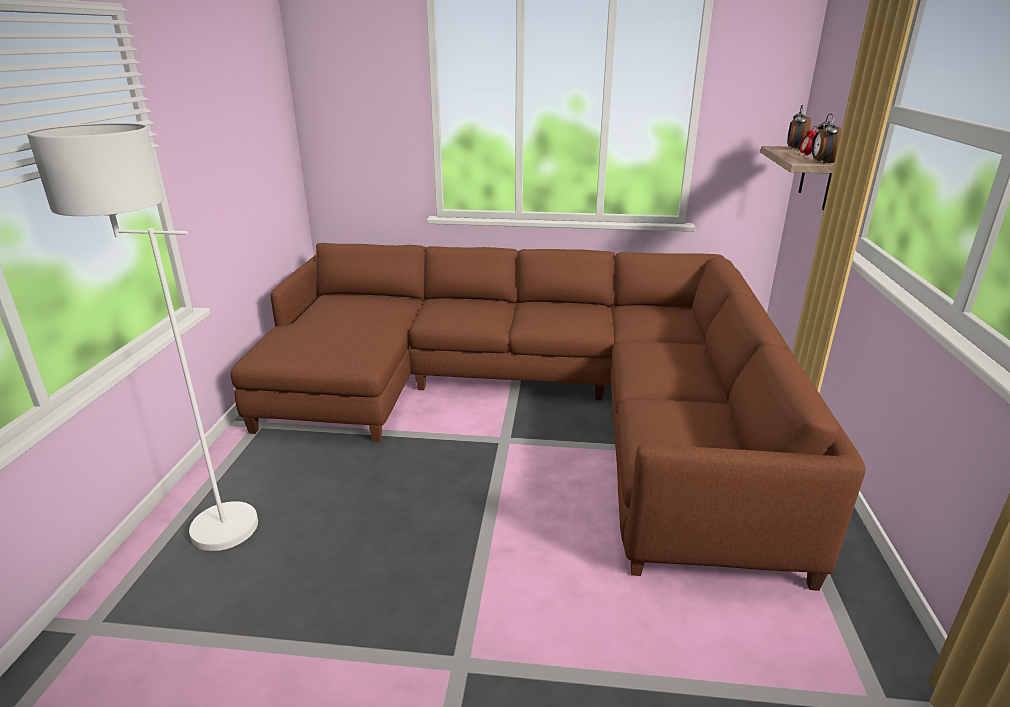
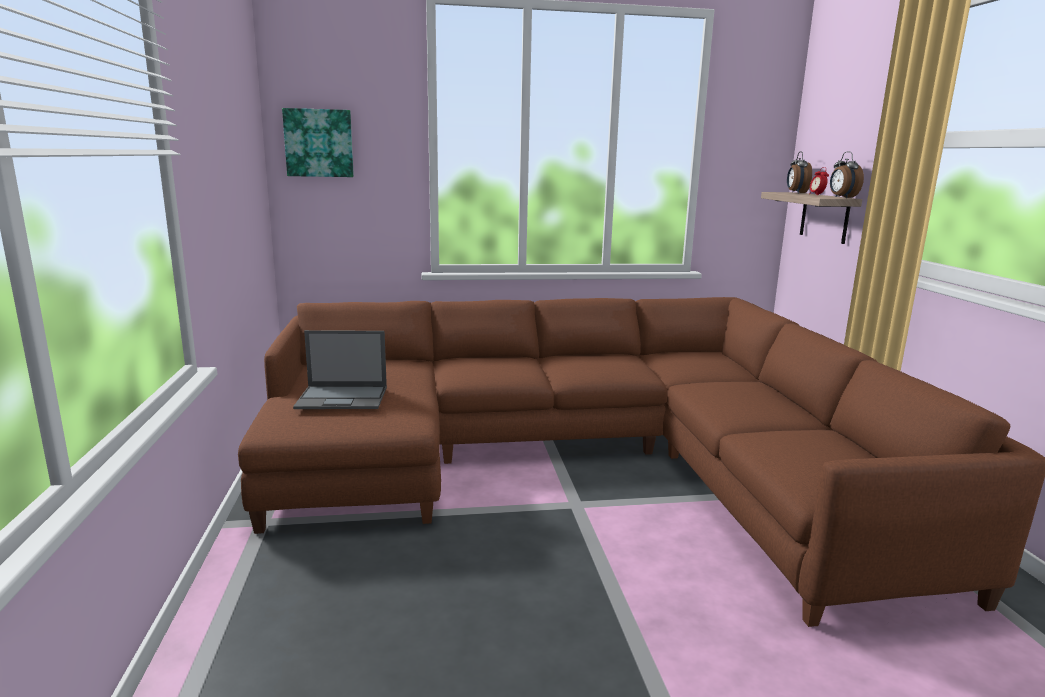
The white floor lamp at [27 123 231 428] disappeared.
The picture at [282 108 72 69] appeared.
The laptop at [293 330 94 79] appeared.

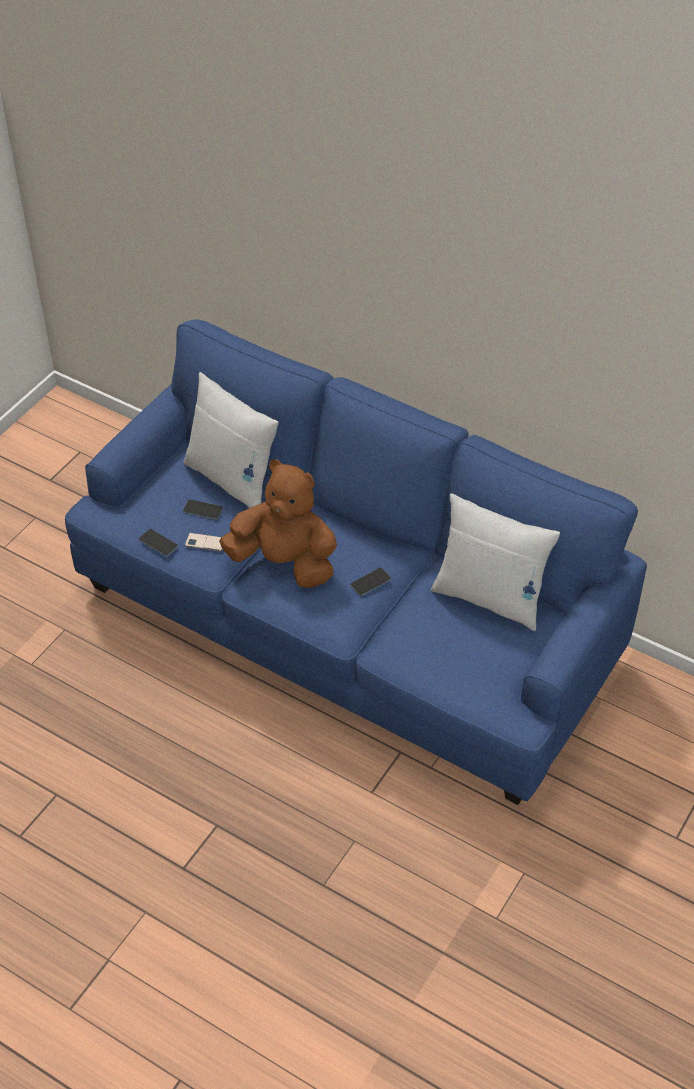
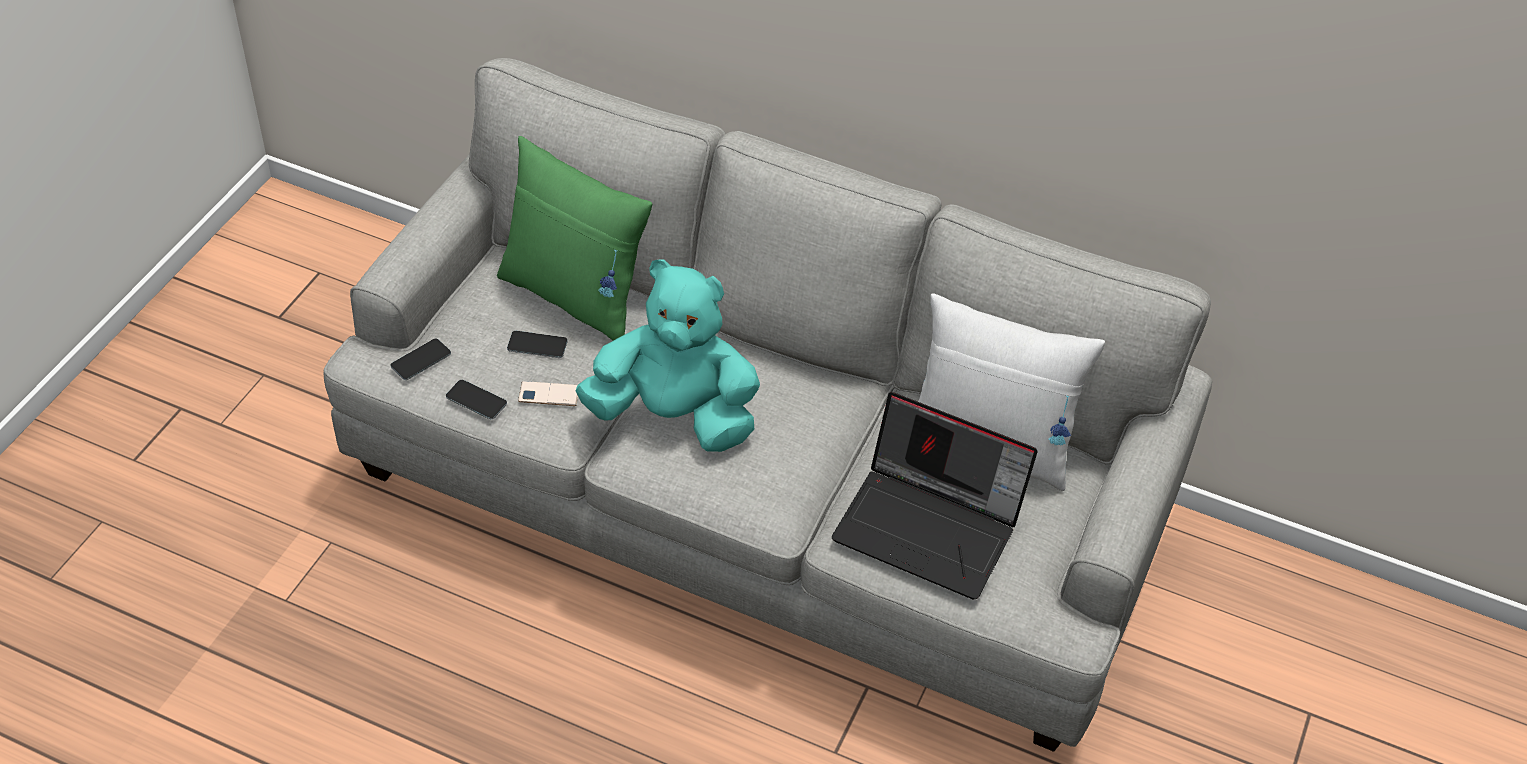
The blue sofa at [65 319 582 486] became the grey sofa at [323 58 889 694].
The grey pillow at [183 372 96 136] became the green pillow at [497 136 155 205].
The brown plush toy at [219 460 118 128] became the turquoise plush toy at [575 259 185 193].
The phone moved from [350 568 41 28] to [391 339 60 41].
The laptop at [832 392 206 207] appeared.

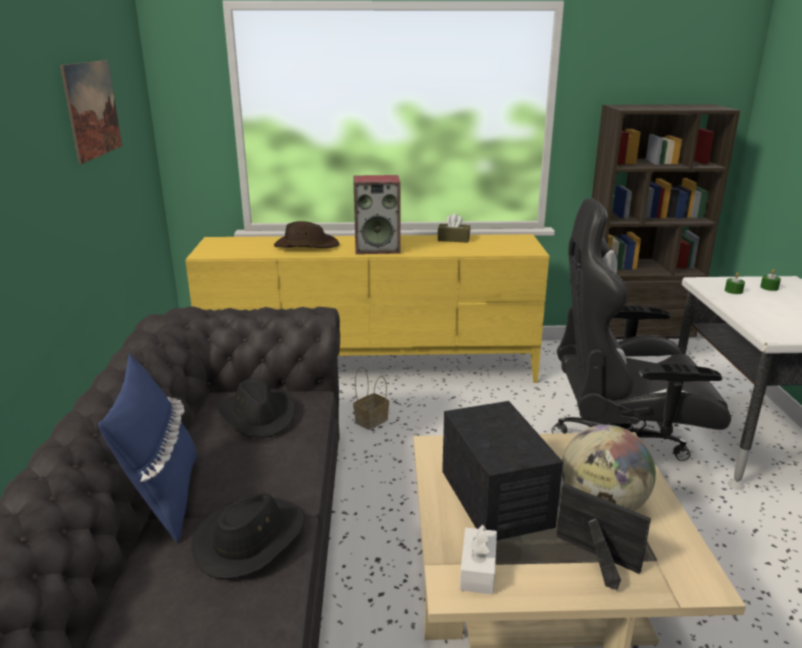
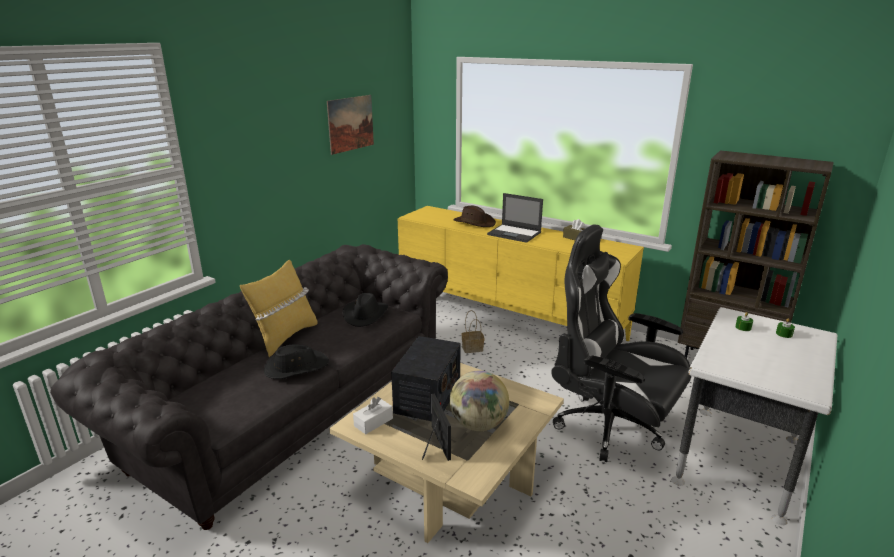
The speaker at [354 175 47 79] was replaced by the laptop at [487 193 56 50].
The blue pillow at [98 354 99 189] became the yellow pillow at [240 260 78 97].

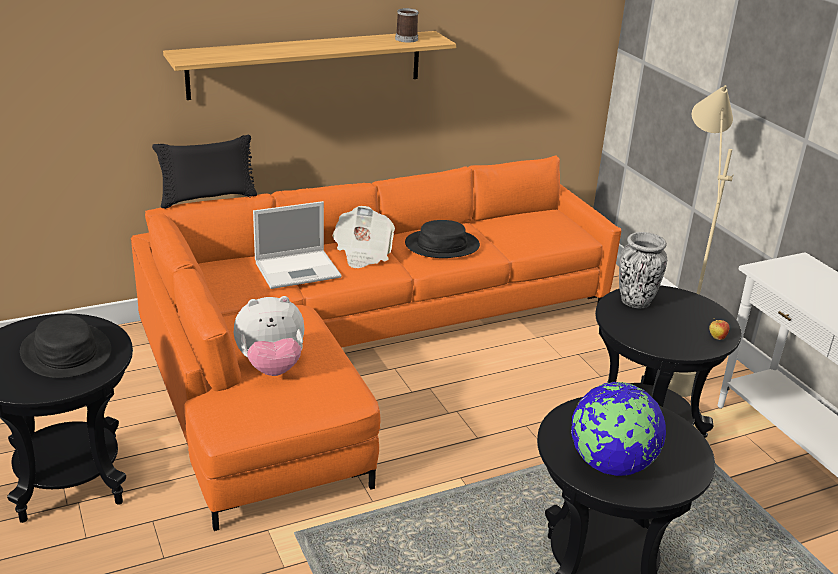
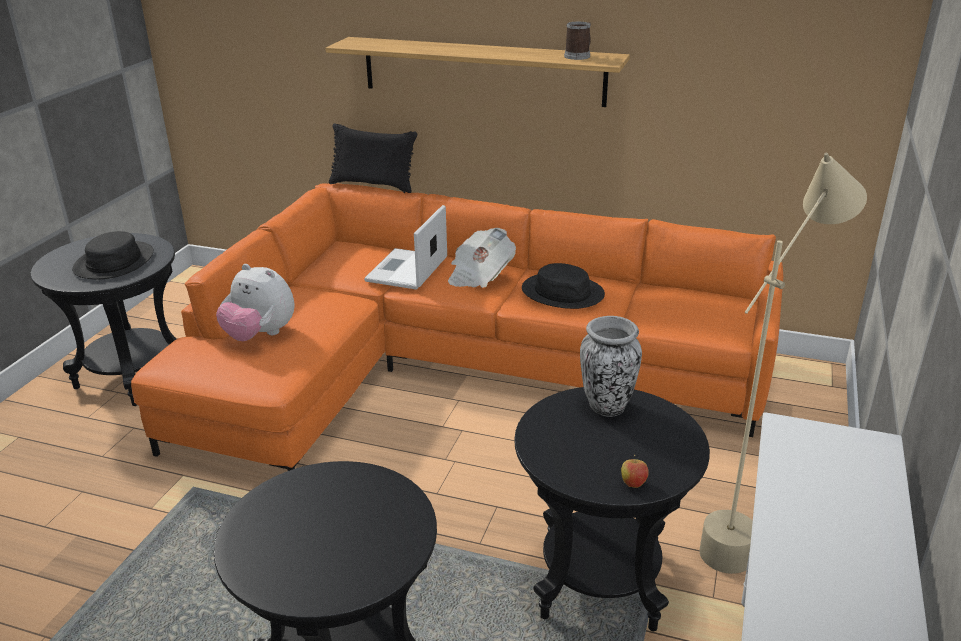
The laptop at [253 201 89 88] turned 90 degrees clockwise.
The globe at [571 382 95 94] disappeared.

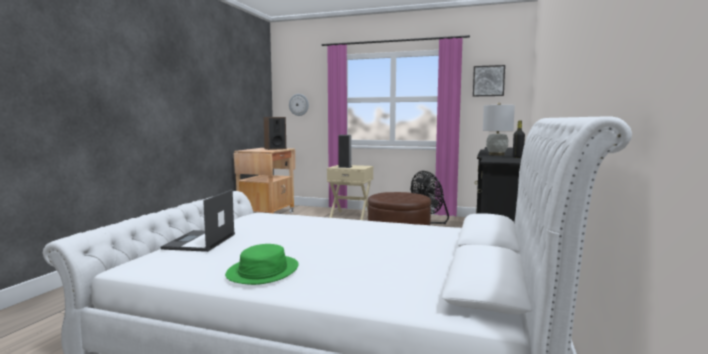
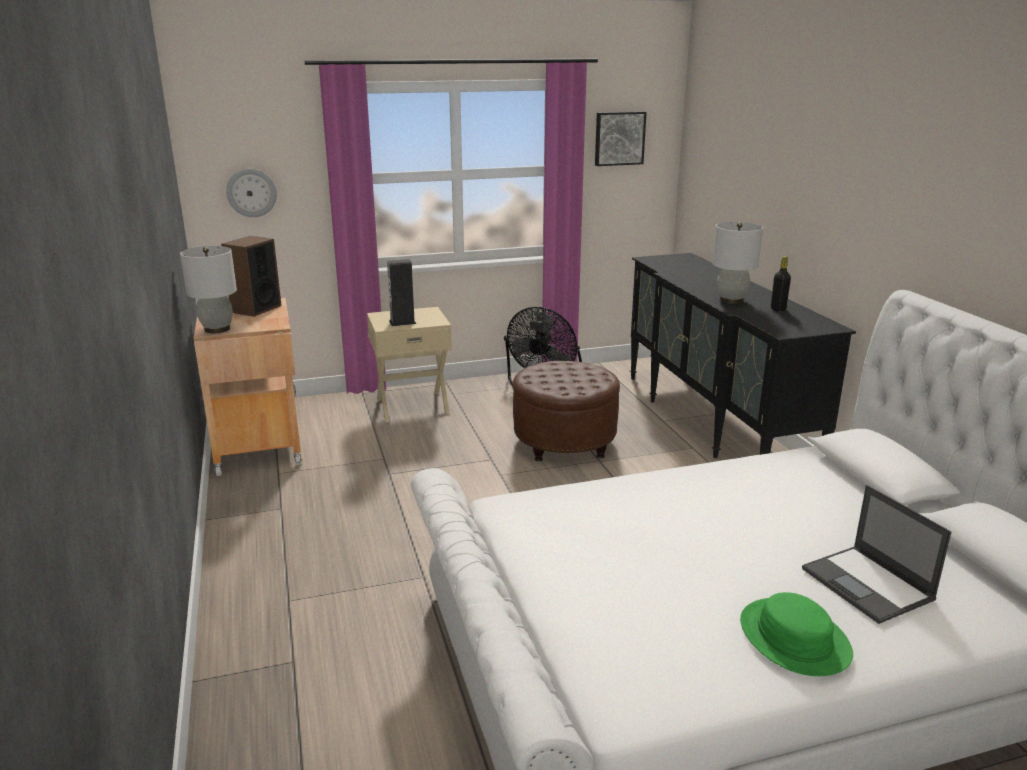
The laptop moved from [160 189 75 63] to [802 485 150 139].
The white table lamp at [180 246 57 87] appeared.

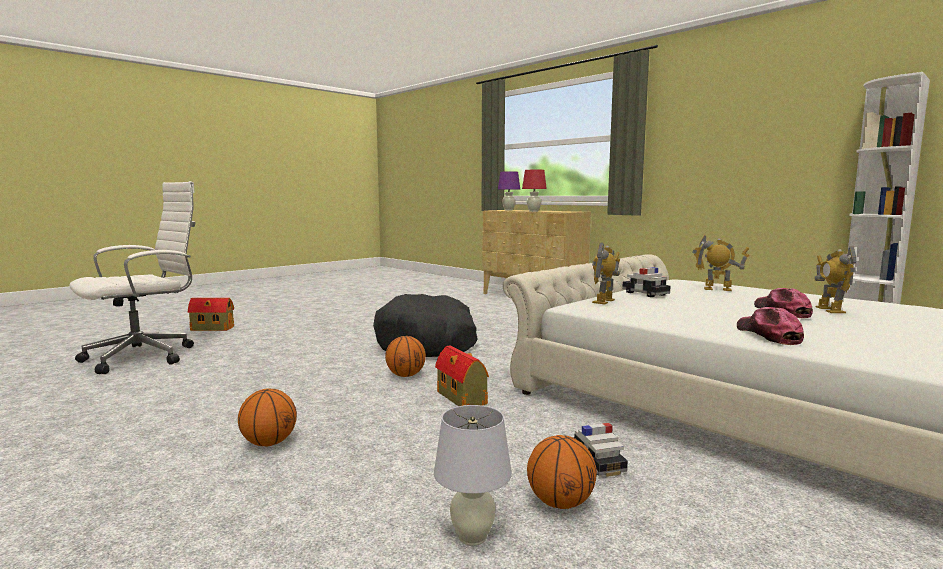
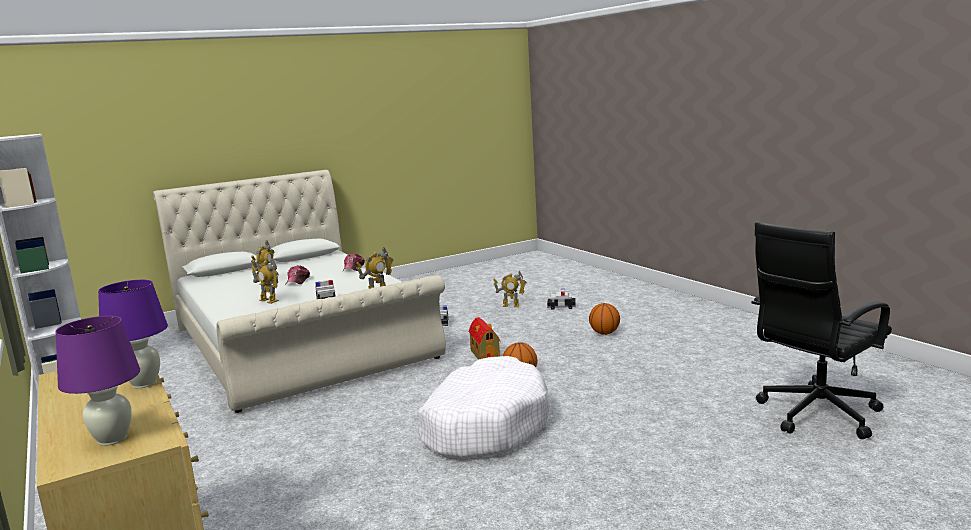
The red table lamp at [522 170 25 42] became the purple table lamp at [98 280 70 108].
The white office chair at [70 181 125 193] became the black office chair at [752 222 140 217].
The black dog bed at [373 294 105 63] became the white dog bed at [417 356 133 103].
The toy house at [188 298 46 33] disappeared.
The white table lamp at [434 405 78 141] was replaced by the toy robot at [493 270 34 37].
The basketball at [527 435 70 74] disappeared.
The toy car at [547 288 29 21] appeared.

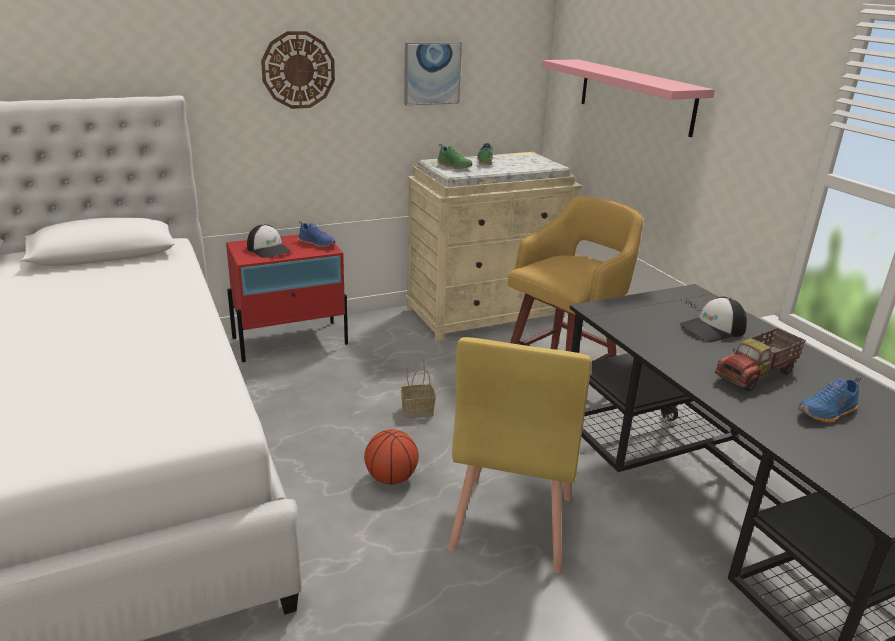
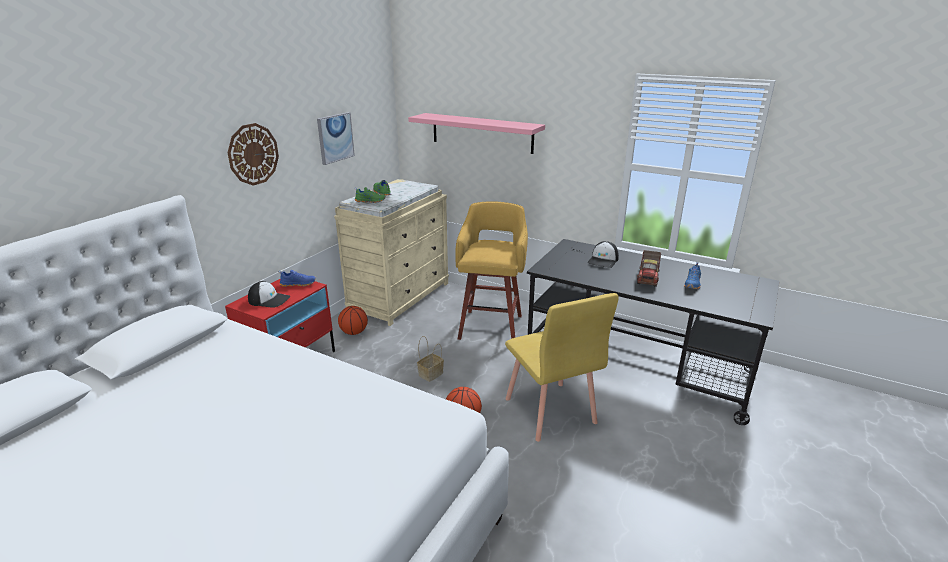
The basketball at [338 306 30 29] appeared.

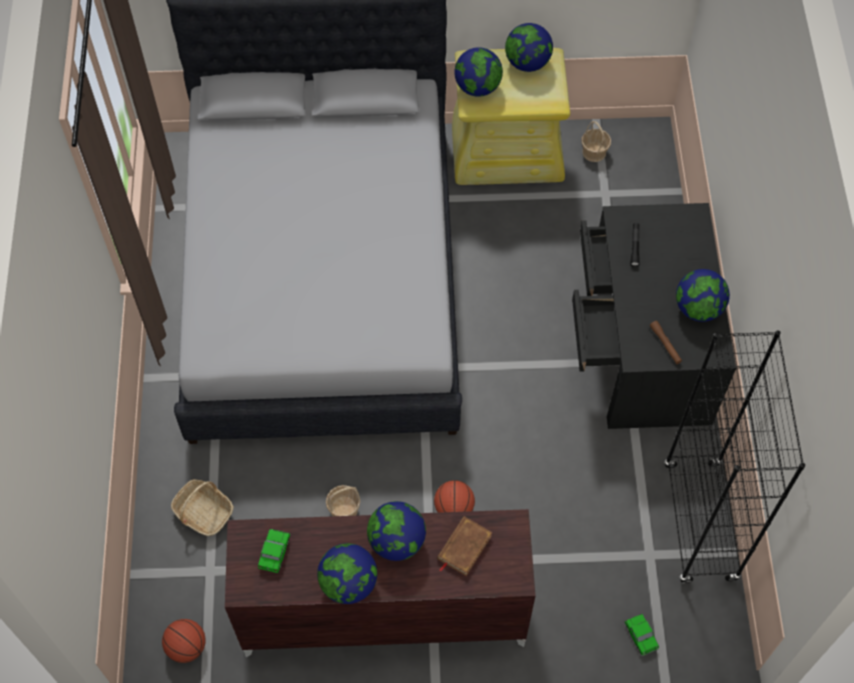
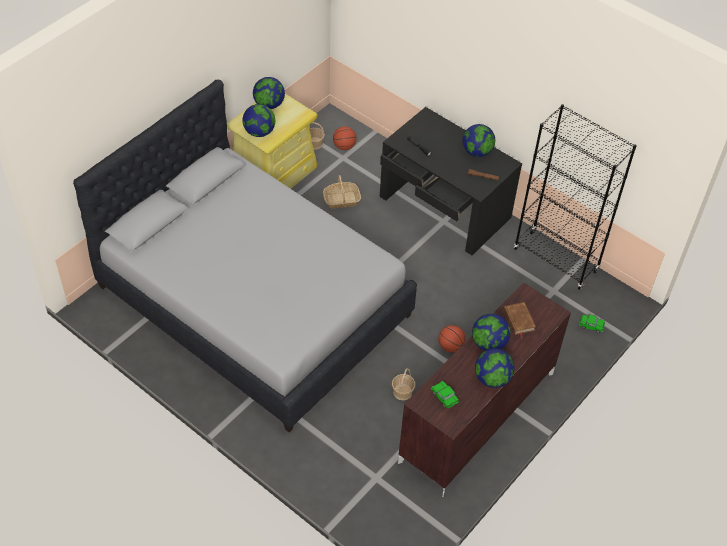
The basket moved from [171 479 63 57] to [323 175 38 34].
The basketball moved from [162 619 44 44] to [333 126 24 24].

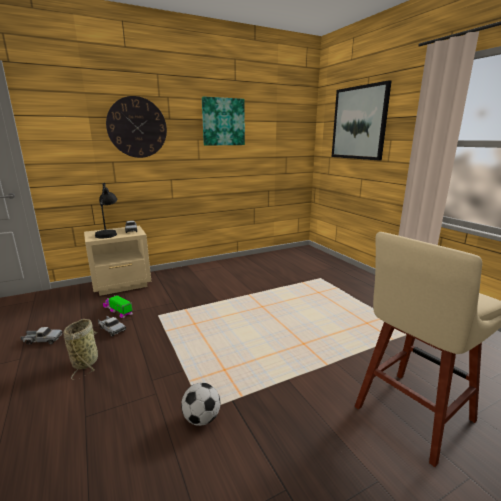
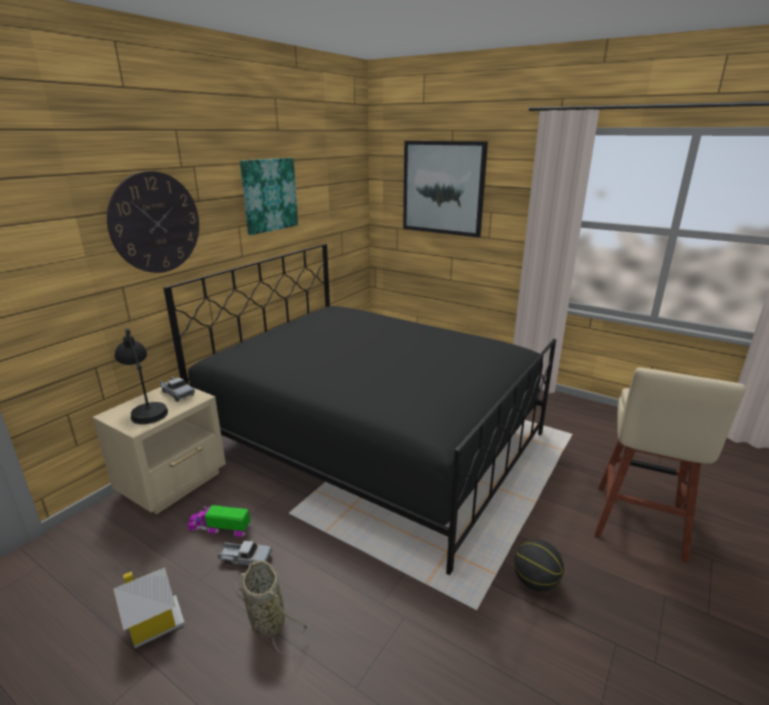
The toy truck at [21 327 41 18] was replaced by the toy house at [113 567 72 81].
The football at [181 382 39 44] disappeared.
The black bed at [163 244 393 331] appeared.
The basketball at [514 539 50 52] appeared.

